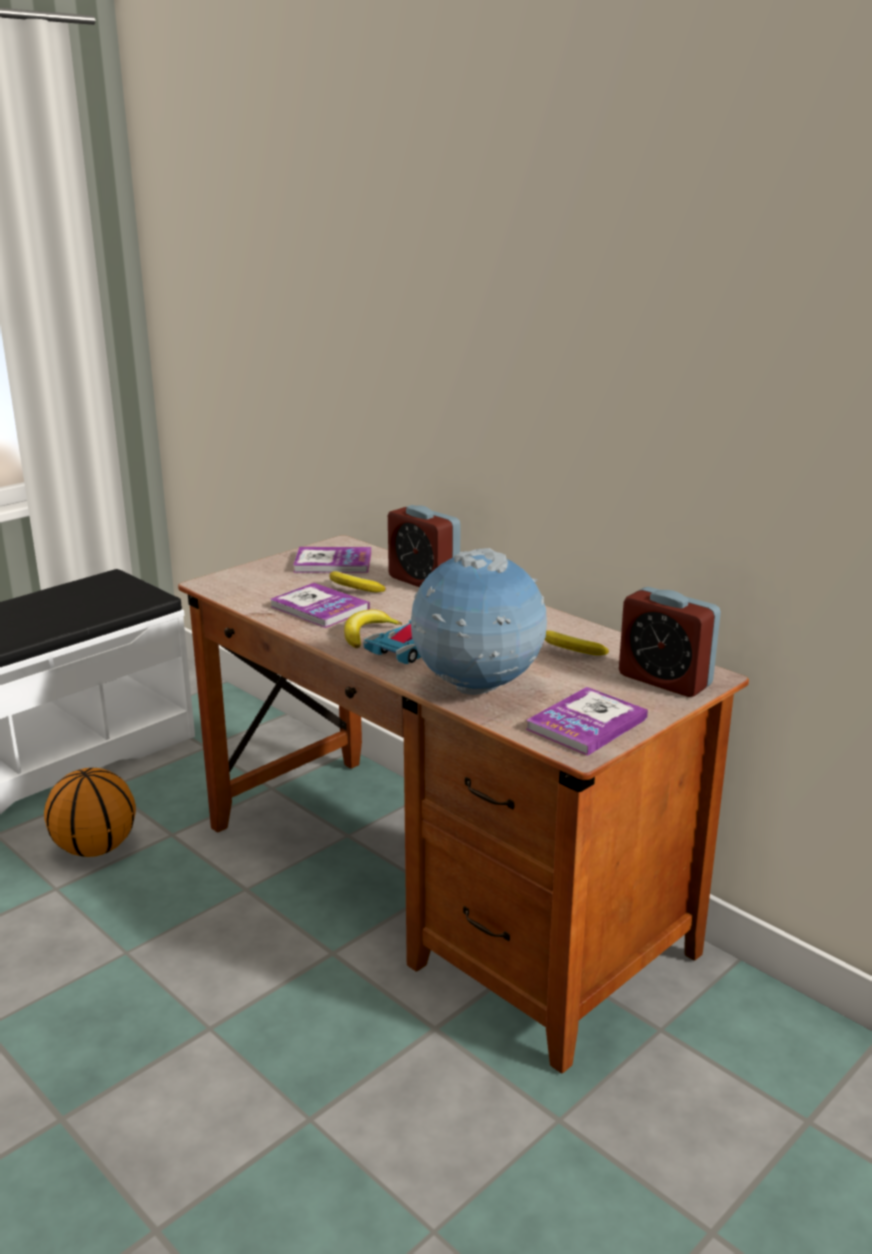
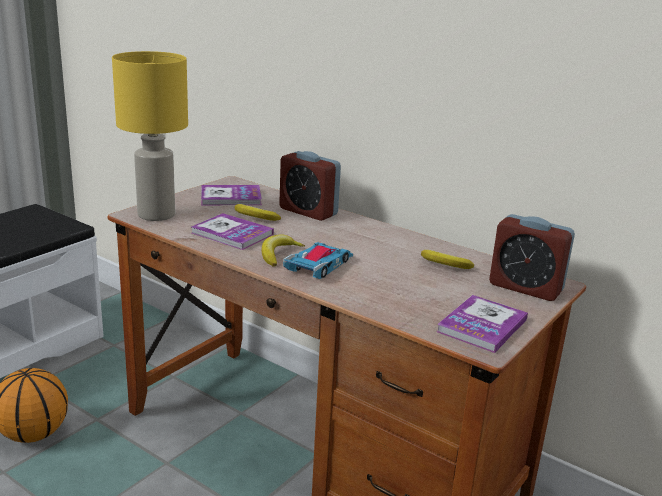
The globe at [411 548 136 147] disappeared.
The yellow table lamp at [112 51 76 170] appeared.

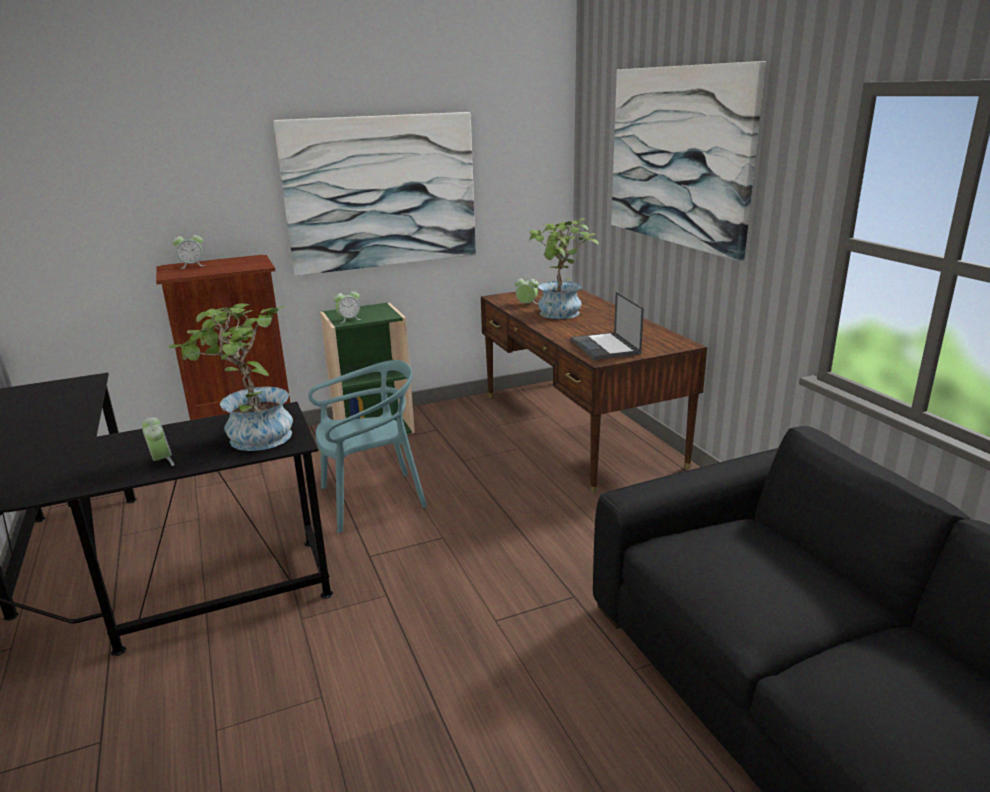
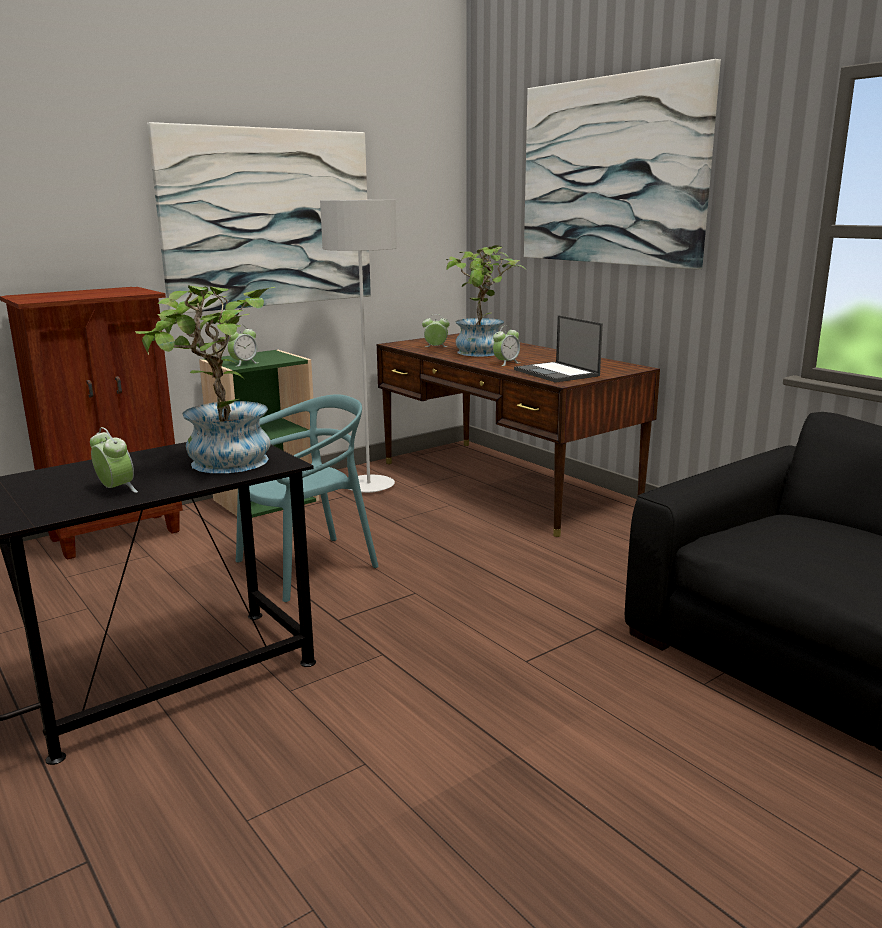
The alarm clock moved from [172 231 32 38] to [493 326 27 40].
The grey floor lamp at [320 200 77 293] appeared.

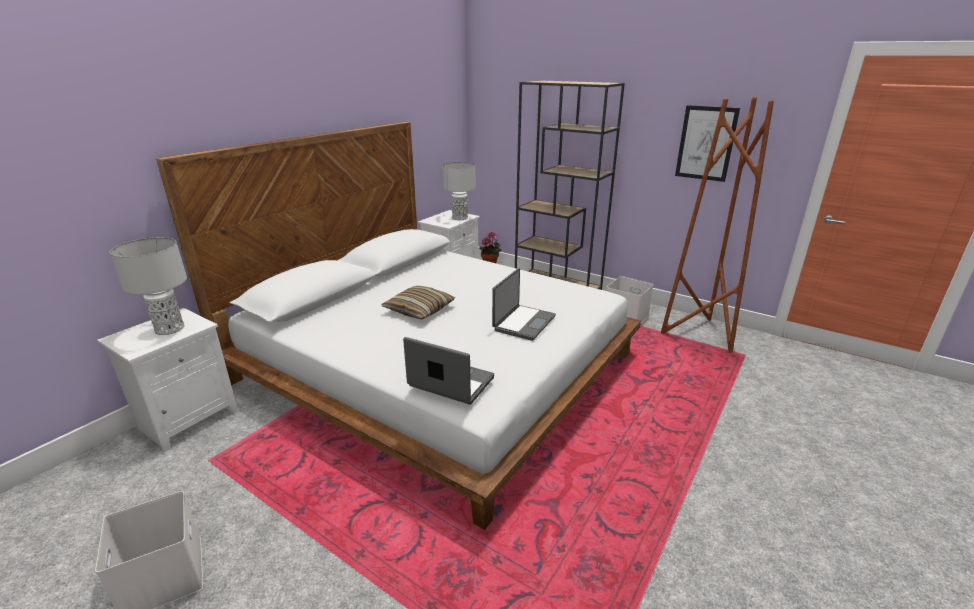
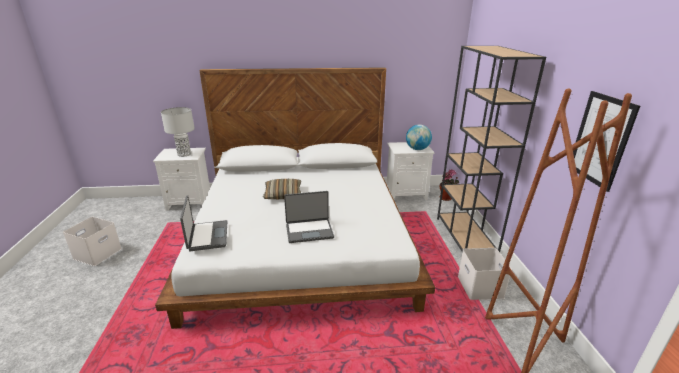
The white table lamp at [442 162 34 58] was replaced by the globe at [406 124 26 26].

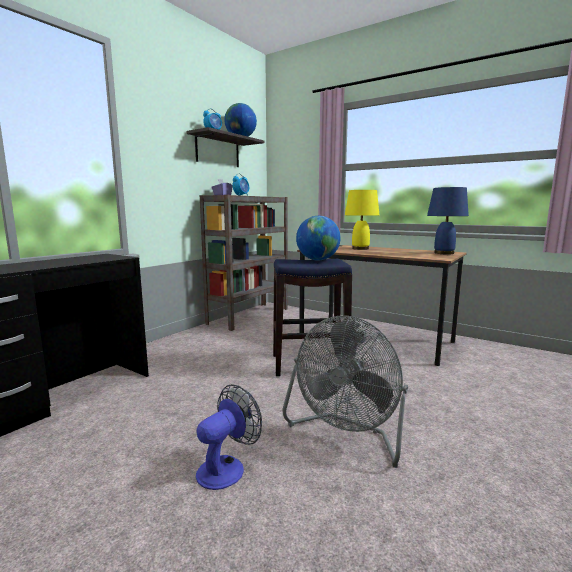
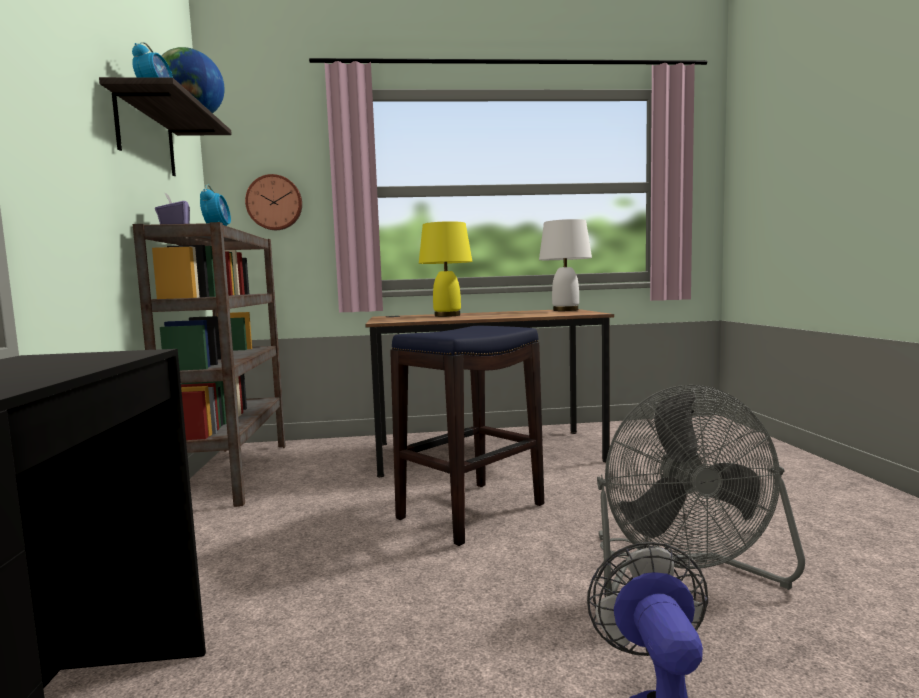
The blue table lamp at [427 187 42 68] became the white table lamp at [539 219 53 92].
The globe at [296 216 45 45] disappeared.
The wall clock at [245 174 57 56] appeared.

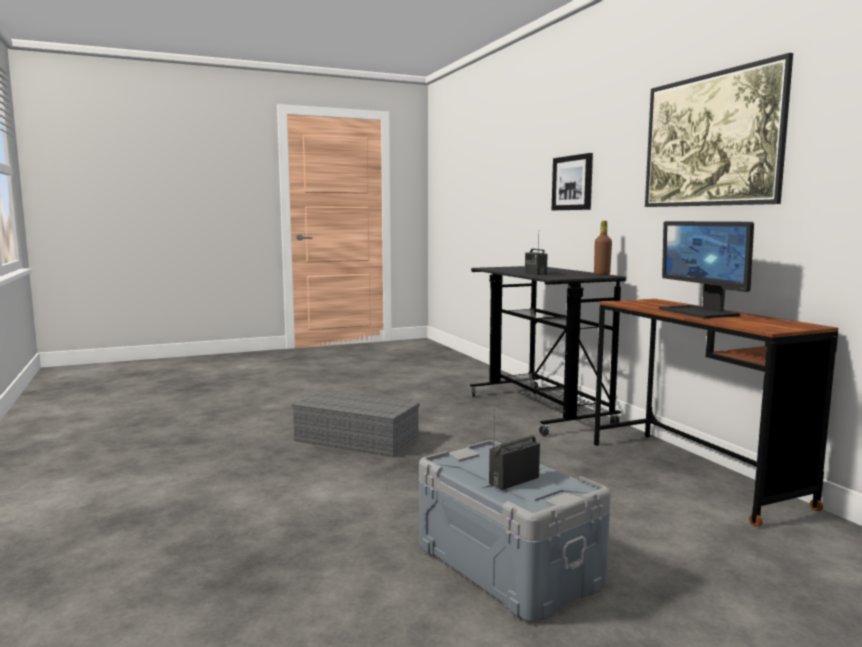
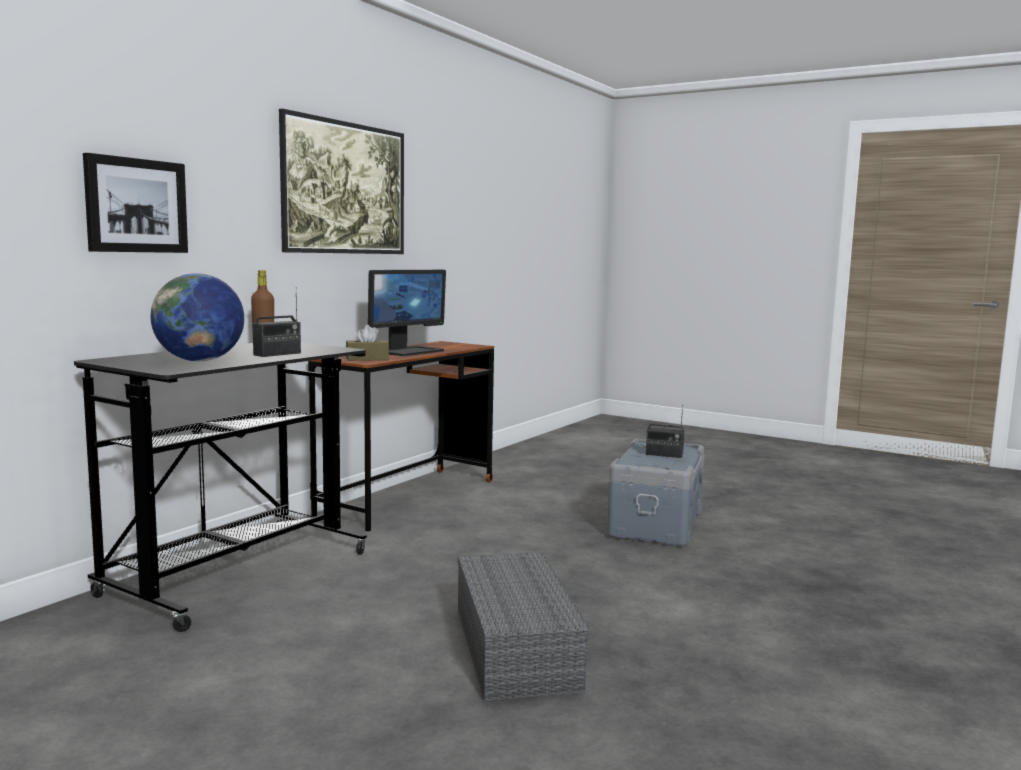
The globe at [150 273 94 88] appeared.
The brown tissue box at [346 325 43 36] appeared.

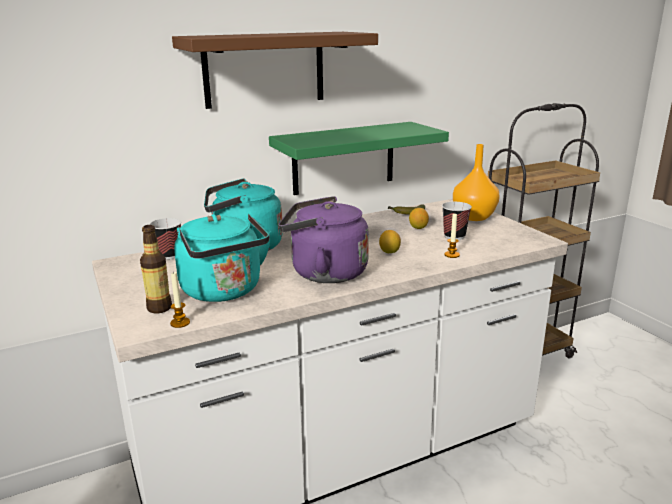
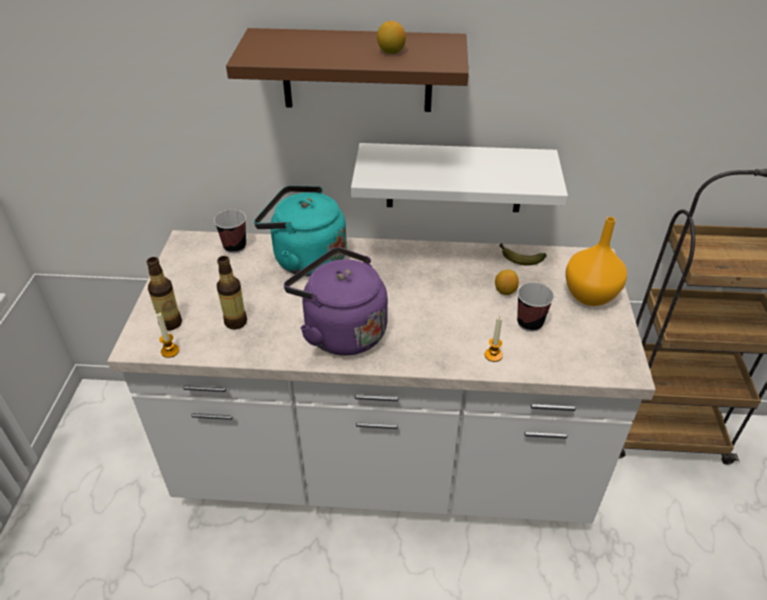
The green shelf at [269 122 180 73] became the white shelf at [351 143 217 69].
The turquoise kettle at [174 214 97 88] was replaced by the bottle at [217 256 30 73].
The lemon moved from [379 230 22 23] to [377 21 29 33].

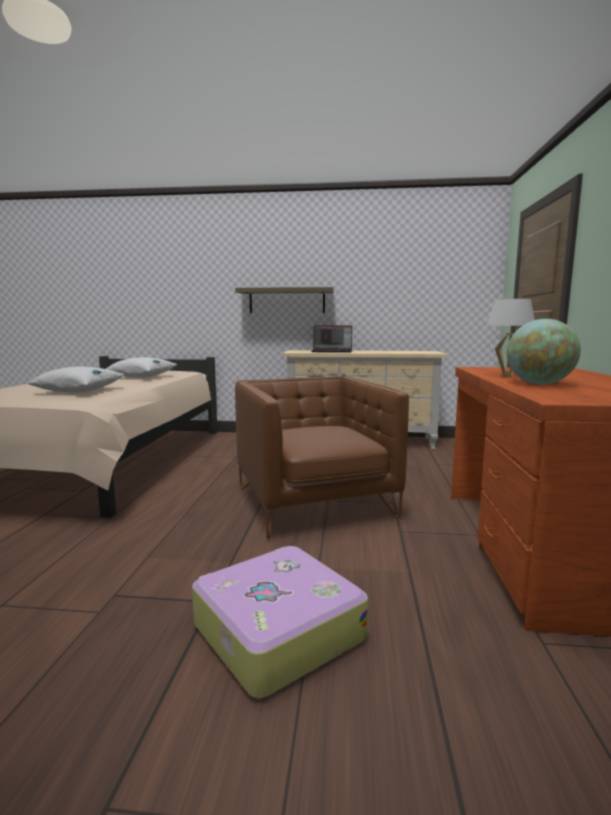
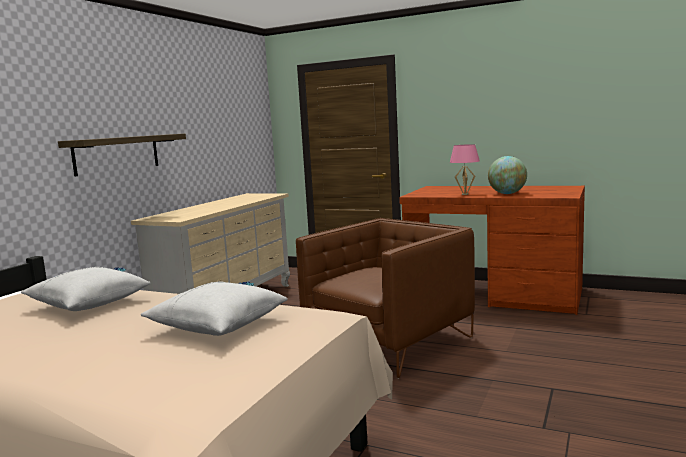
The white table lamp at [486 299 49 78] became the pink table lamp at [450 144 30 51].
The laptop at [311 326 41 26] disappeared.
The brown armchair at [235 376 174 164] turned 135 degrees clockwise.
The suitcase at [192 546 176 152] disappeared.

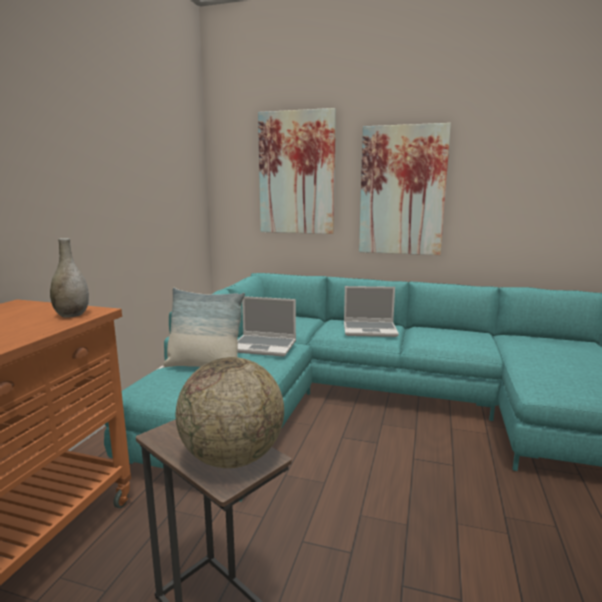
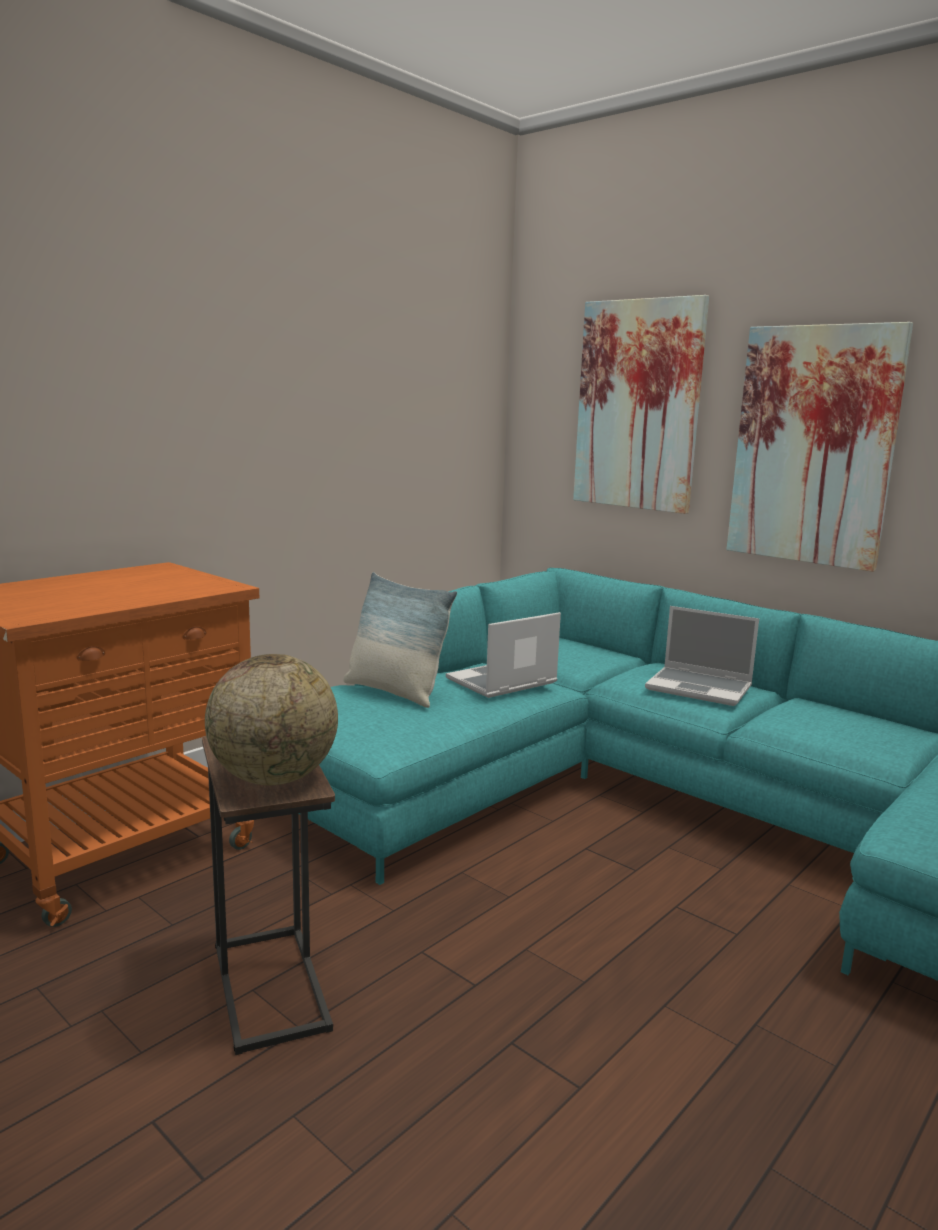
The grey vase at [50 238 39 80] disappeared.
The laptop at [237 296 59 61] turned 105 degrees clockwise.

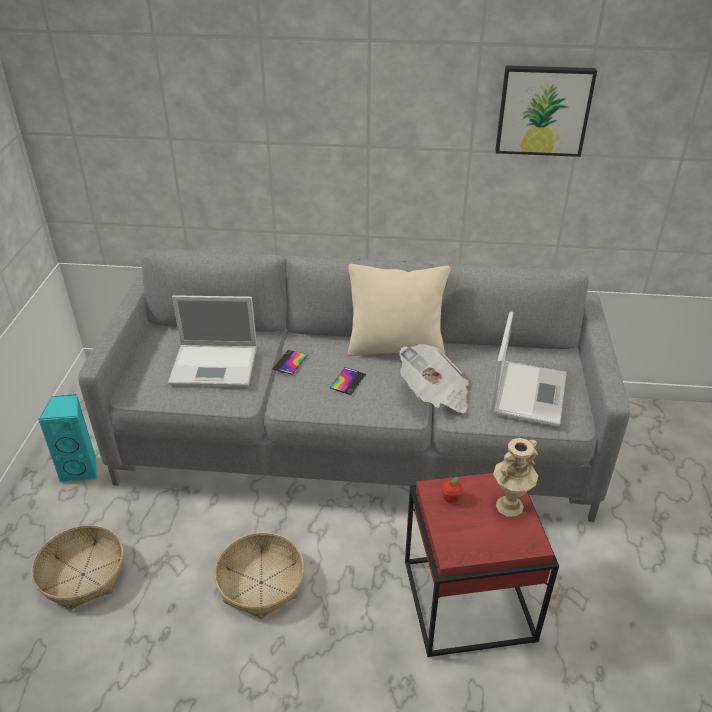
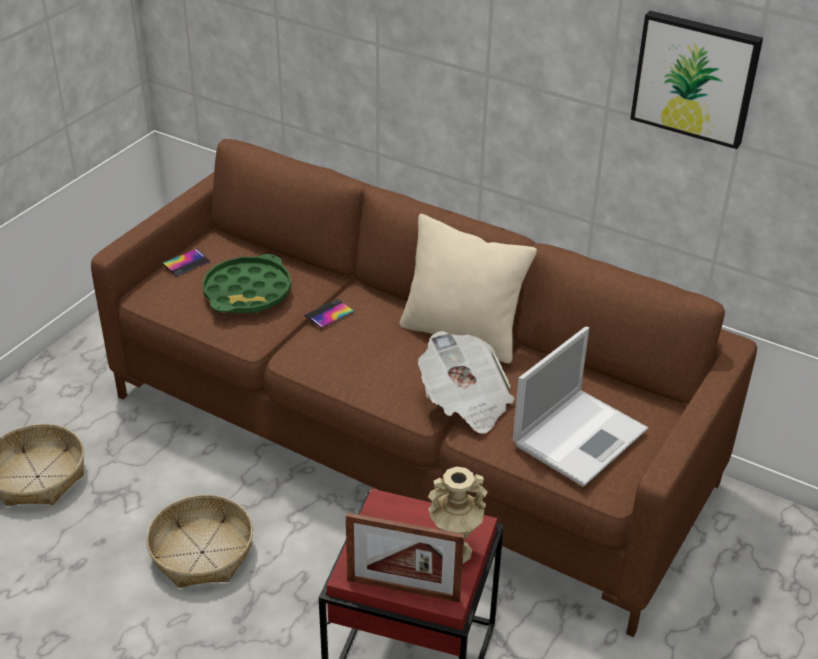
The grey sofa at [78 249 552 273] became the brown sofa at [91 139 666 498].
The laptop at [168 295 89 91] was replaced by the green tray at [202 254 89 59].
The phone moved from [330 367 36 28] to [162 249 49 27].
The turquoise speaker at [38 394 59 89] disappeared.
The apple at [442 477 20 26] disappeared.
The picture frame at [346 512 118 90] appeared.

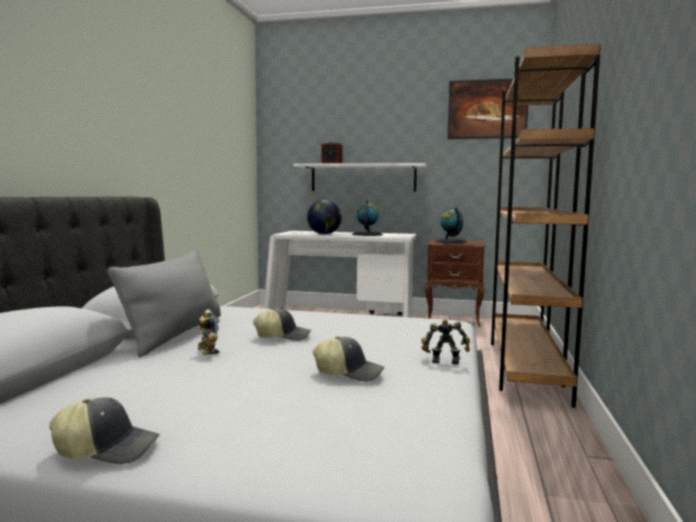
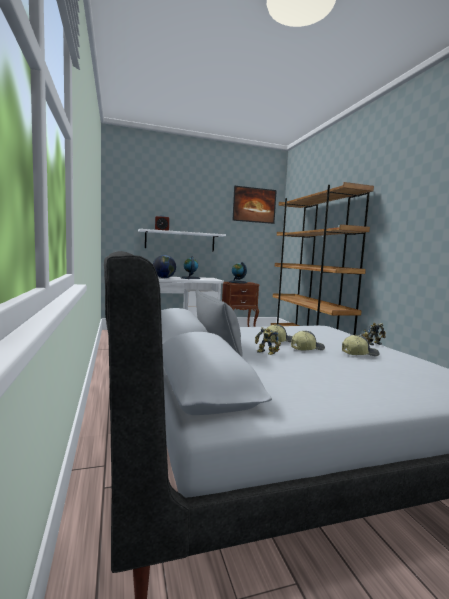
The cap moved from [49 397 111 67] to [291 331 34 19].

